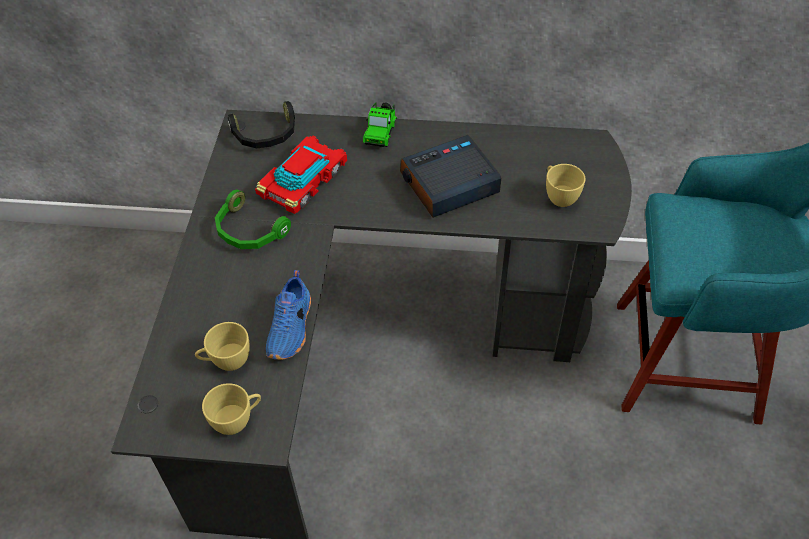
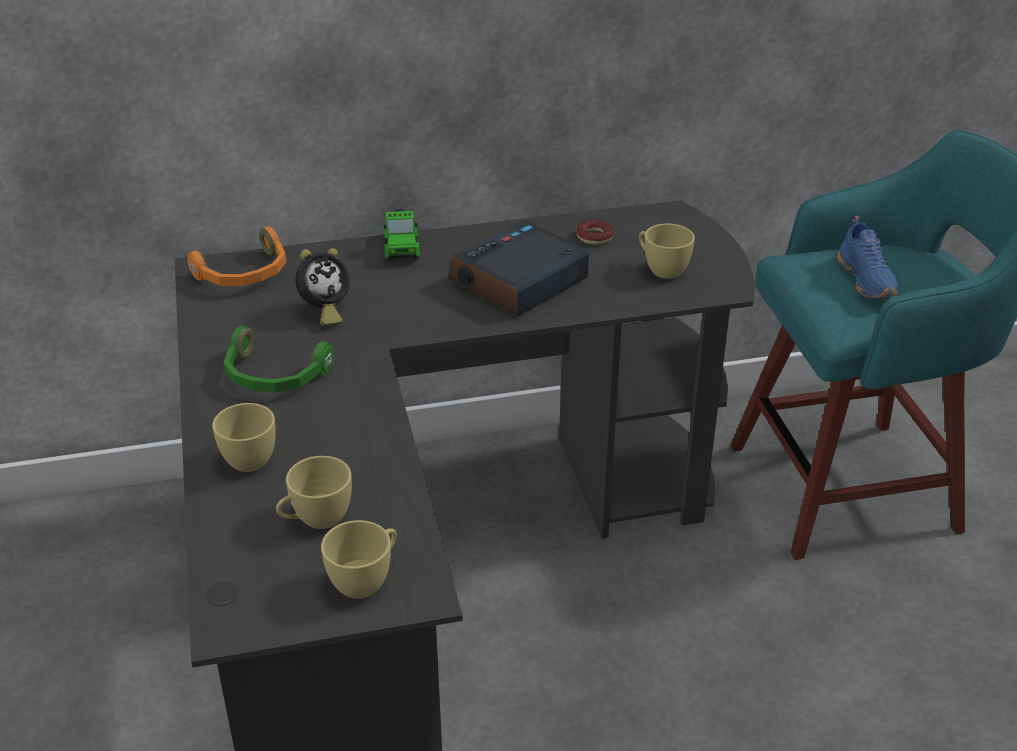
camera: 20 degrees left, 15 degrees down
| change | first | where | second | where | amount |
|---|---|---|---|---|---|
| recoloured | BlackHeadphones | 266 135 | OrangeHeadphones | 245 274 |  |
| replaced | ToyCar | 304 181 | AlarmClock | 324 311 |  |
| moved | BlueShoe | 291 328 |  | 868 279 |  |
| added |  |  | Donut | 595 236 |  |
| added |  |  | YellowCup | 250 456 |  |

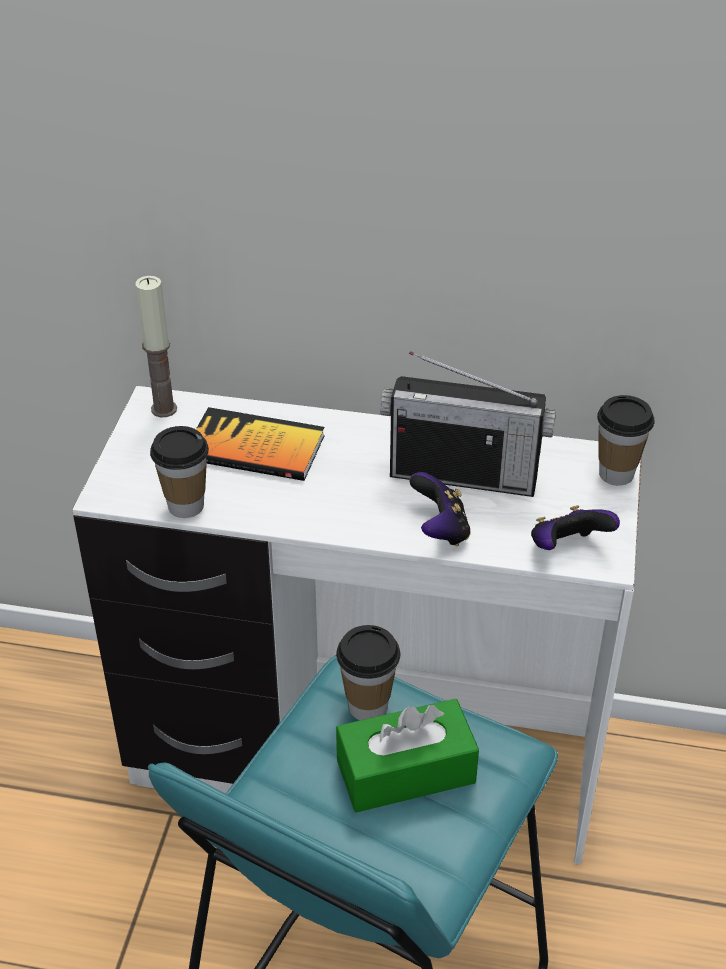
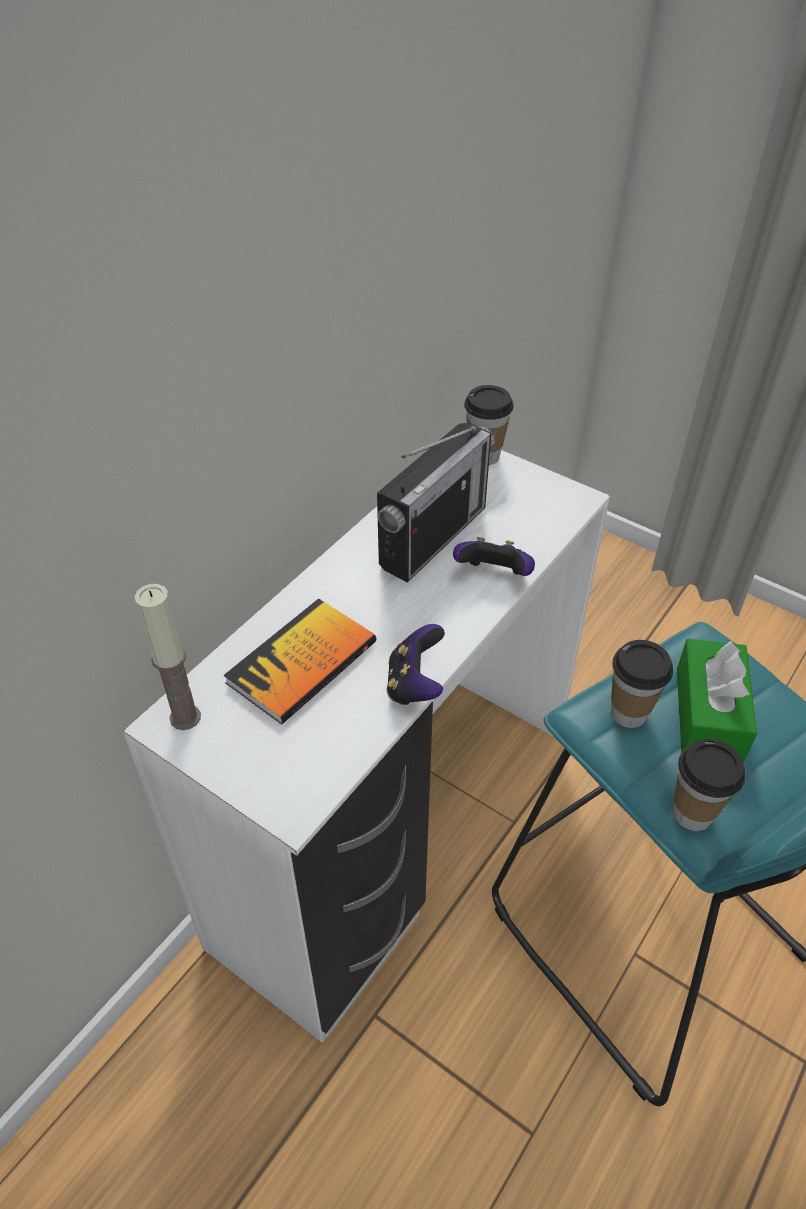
camera: 65 degrees left, 5 degrees up
| change | first | where | second | where | amount |
|---|---|---|---|---|---|
| moved | Cup | 186 506 |  | 692 814 |  |
| moved | GameController | 567 548 |  | 415 685 |  |

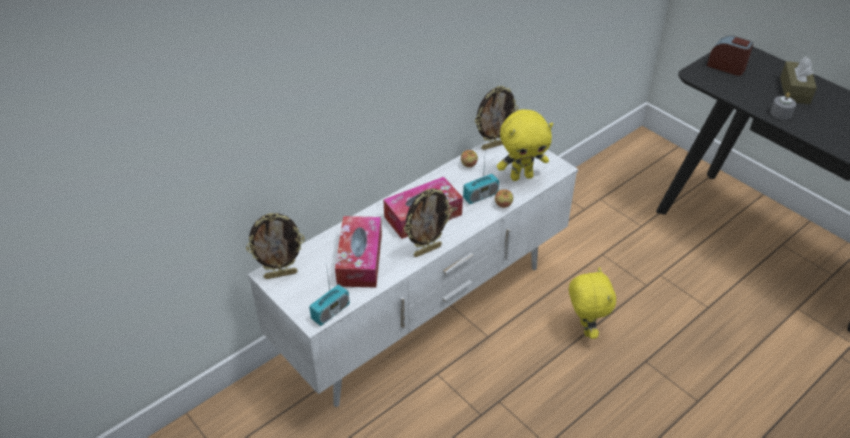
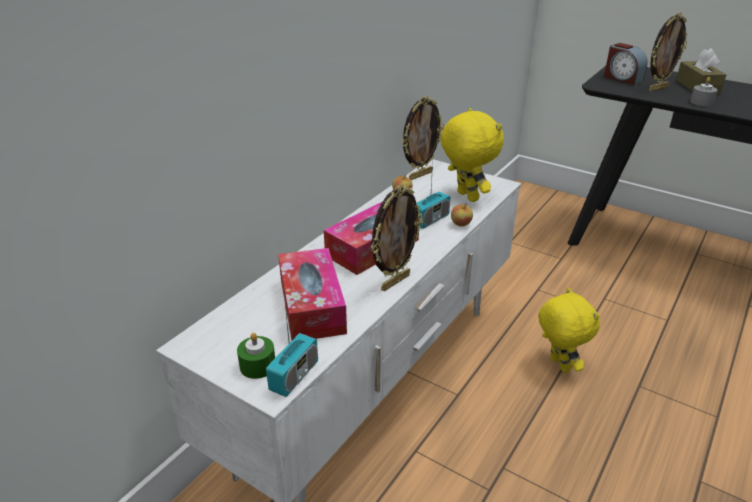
camera: 15 degrees left, 10 degrees down
| change | first | where | second | where | amount |
|---|---|---|---|---|---|
| turned | AlarmClock | 726 67 |  | 622 78 | 150 degrees counterclockwise |
| turned | YellowPlushToy | 521 176 |  | 465 196 | 90 degrees counterclockwise |
| moved | PictureFrame | 281 274 |  | 657 88 |  |
| added |  |  | GreenCandle | 257 365 |  |

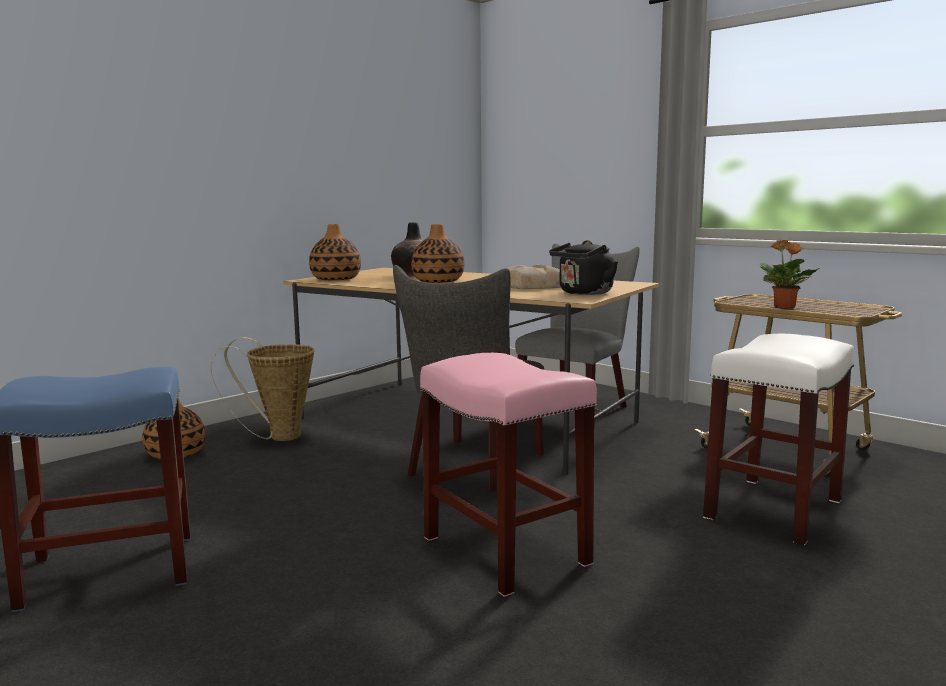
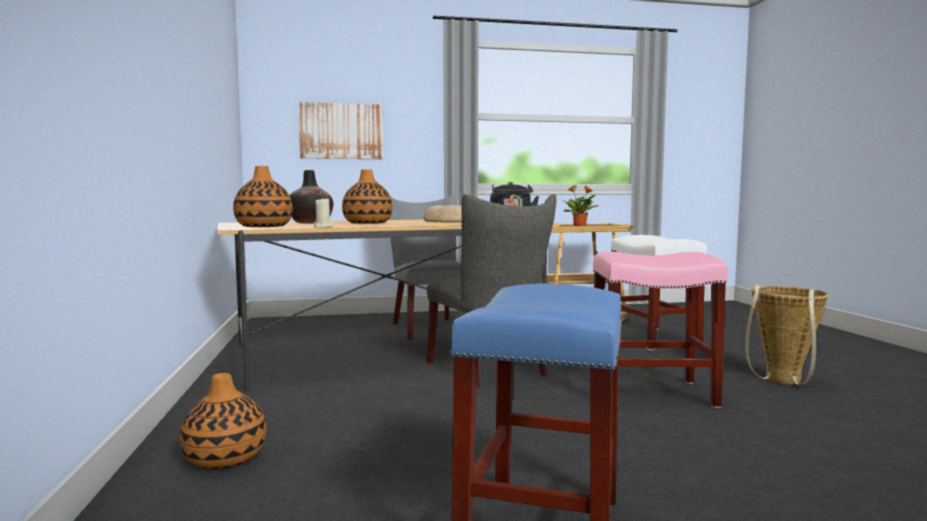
camera: 55 degrees left, 5 degrees down
| change | first | where | second | where | amount |
|---|---|---|---|---|---|
| moved | Basket | 277 436 |  | 781 382 |  |
| added |  |  | Picture | 341 131 |  |
| added |  |  | BeigeCandle | 323 227 |  |

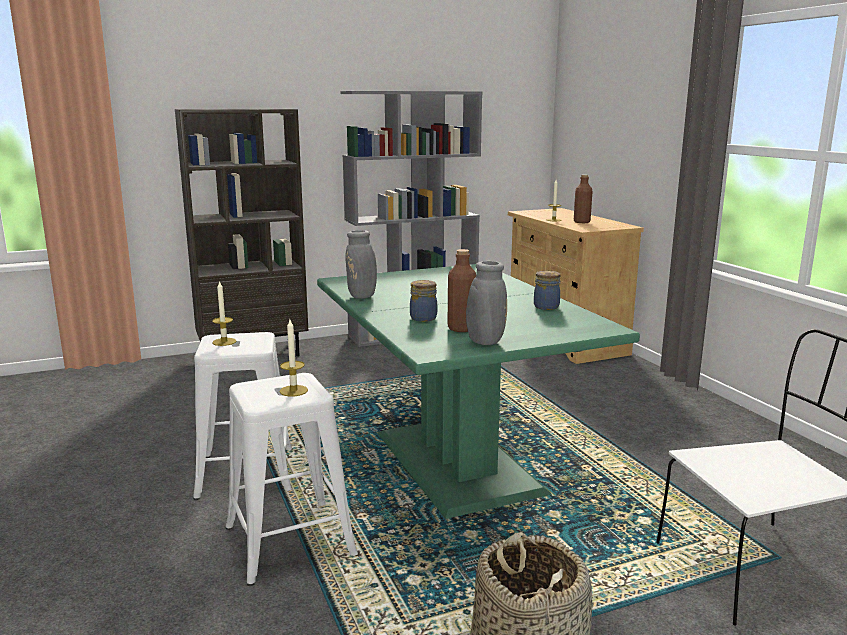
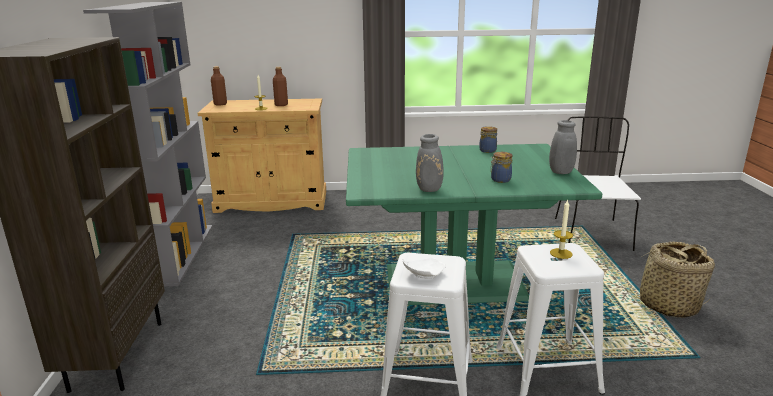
camera: 70 degrees left, 5 degrees up
| change | first | where | second | where | amount |
|---|---|---|---|---|---|
| moved | BrownBottle | 461 328 |  | 220 104 |  |
| replaced | Candle | 224 342 | WhitePlate | 423 274 |  |

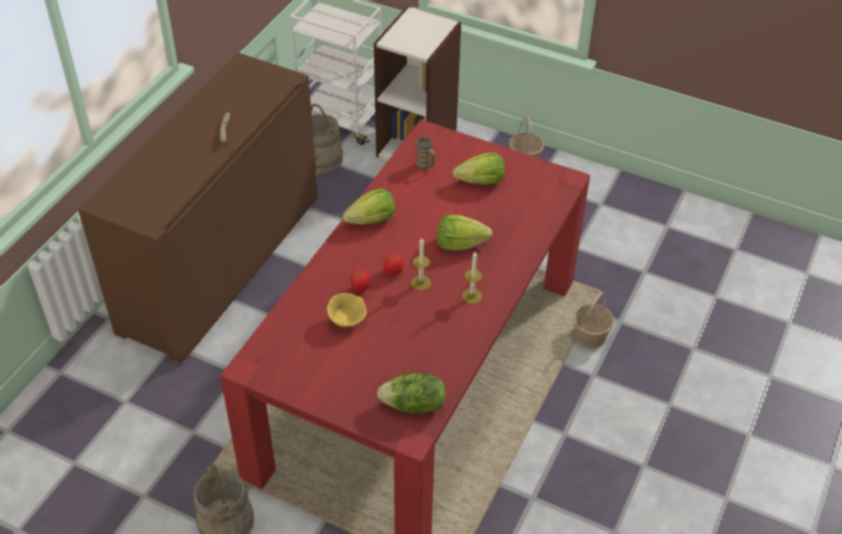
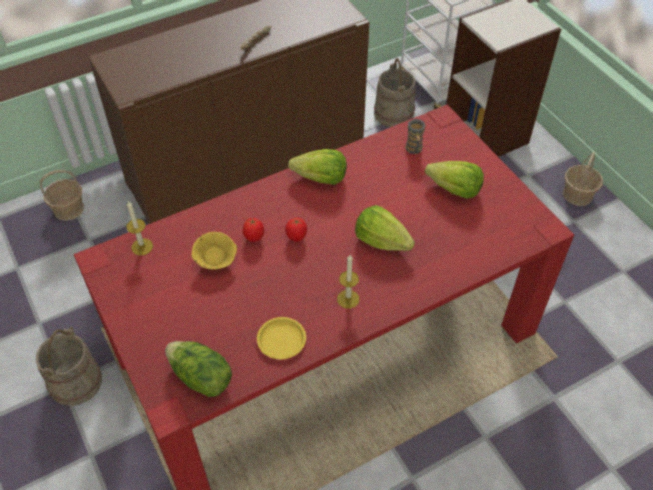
camera: 35 degrees right, 5 degrees up
| change | first | where | second | where | amount |
|---|---|---|---|---|---|
| moved | Candle | 421 282 |  | 142 246 |  |
| moved | Basket | 590 336 |  | 69 209 |  |
| added |  |  | YellowPlate | 281 340 |  |

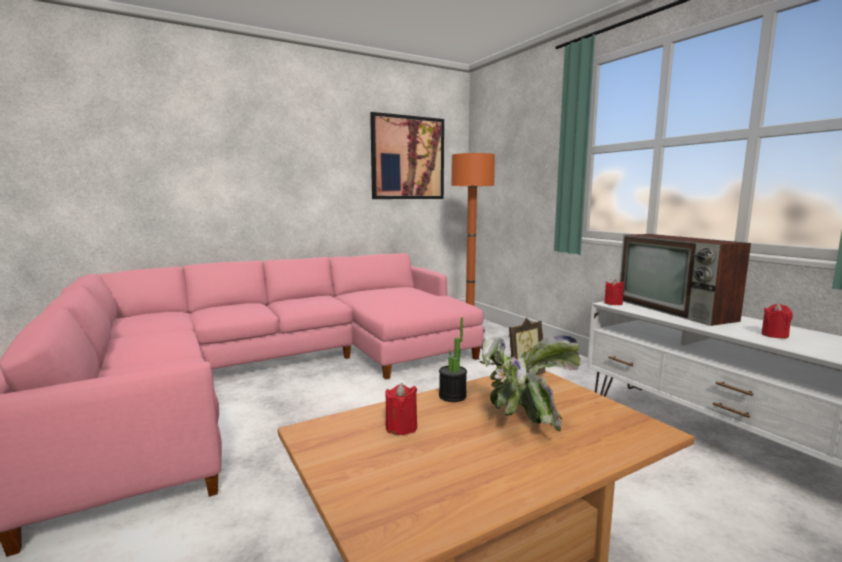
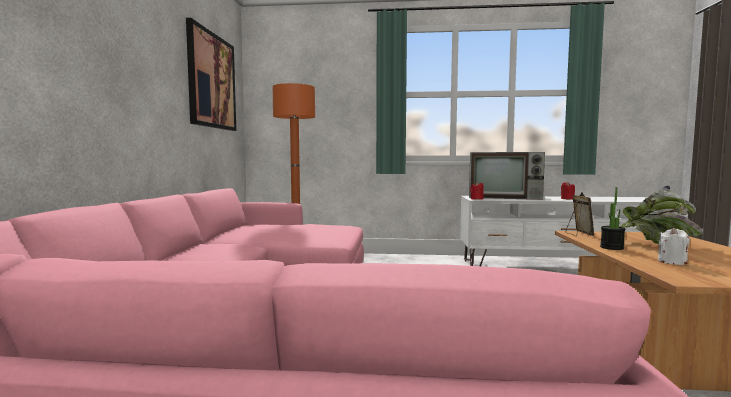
camera: 55 degrees left, 5 degrees down
| change | first | where | second | where | amount |
|---|---|---|---|---|---|
| recoloured | RedCandle | 401 427 | WhiteCandle | 672 262 |  |

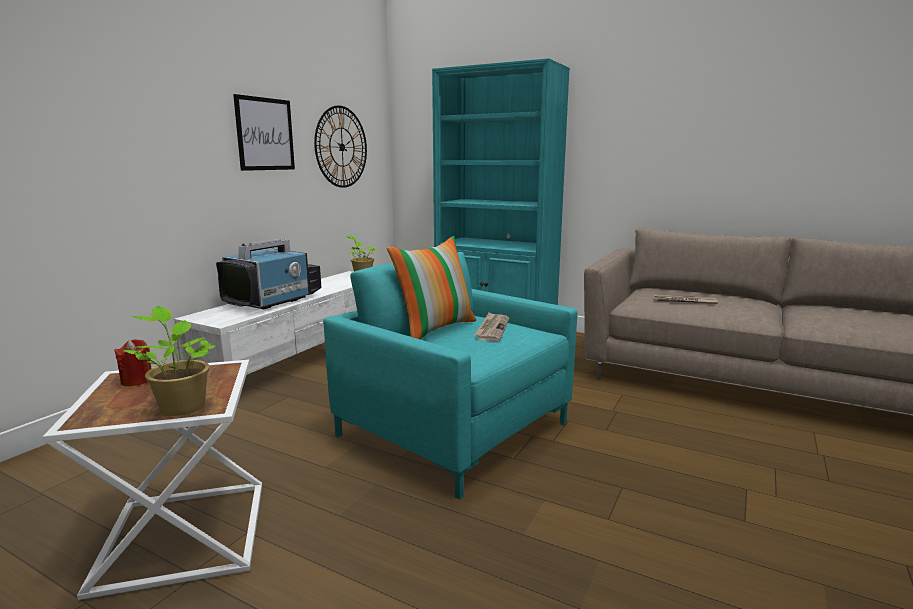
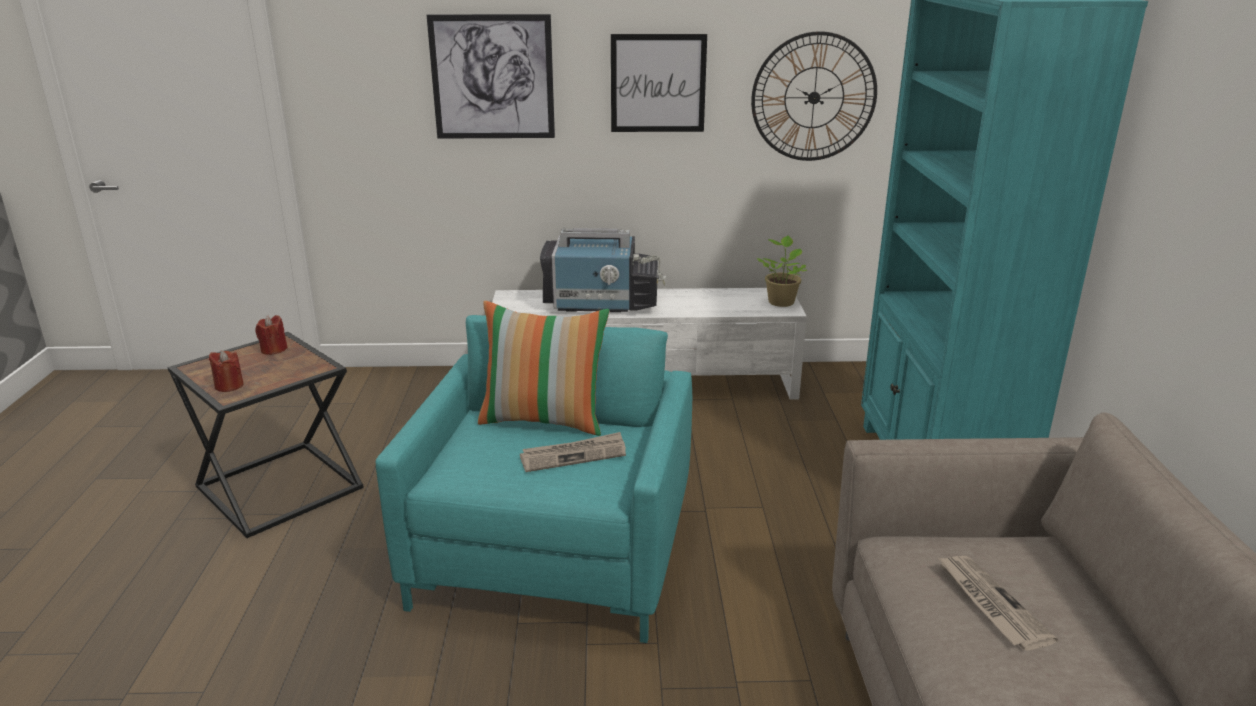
camera: 60 degrees right, 10 degrees up
| change | first | where | second | where | amount |
|---|---|---|---|---|---|
| replaced | PottedPlant | 181 406 | RedCandle | 229 386 |  |
| recoloured | WhiteSideTable | 181 534 | BlackSideTable | 281 486 |  |
| added |  |  | Picture | 492 77 |  |

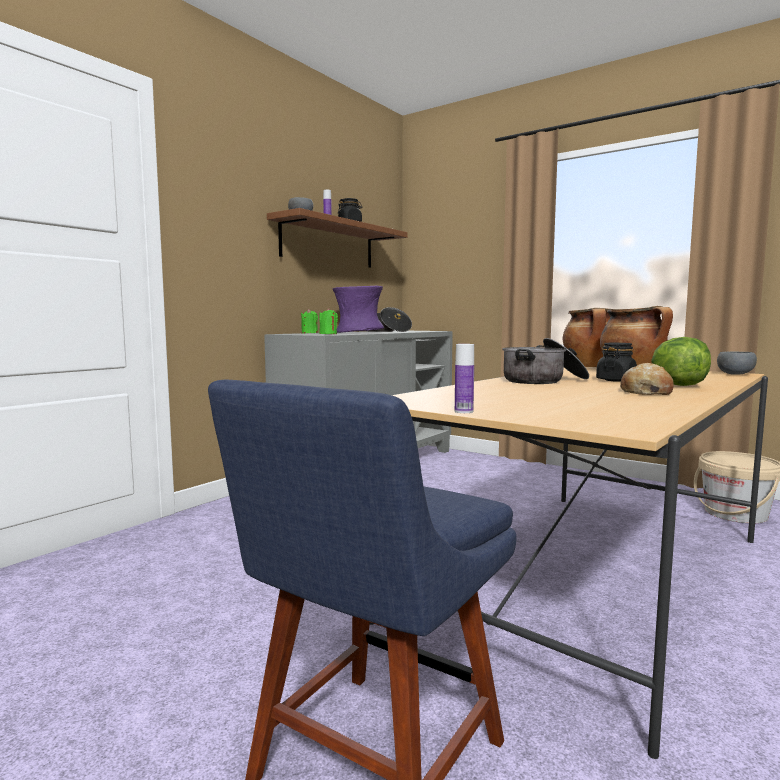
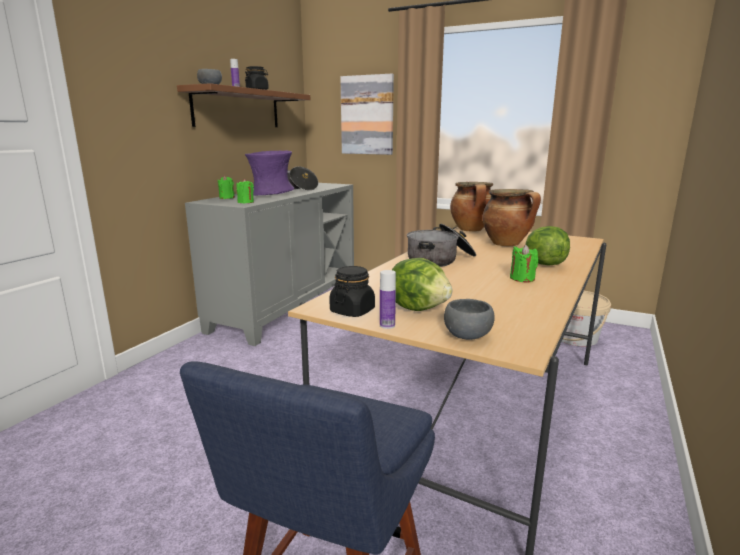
camera: 10 degrees left, 10 degrees up
| change | first | where | second | where | amount |
|---|---|---|---|---|---|
| moved | BlackJar | 616 380 |  | 352 311 |  |
| moved | GreyBowl | 735 374 |  | 468 335 |  |
| replaced | Bread | 645 392 | GreenCandle | 522 278 |  |
| added |  |  | Picture | 367 115 |  |
| added |  |  | Lettuce | 419 308 |  |

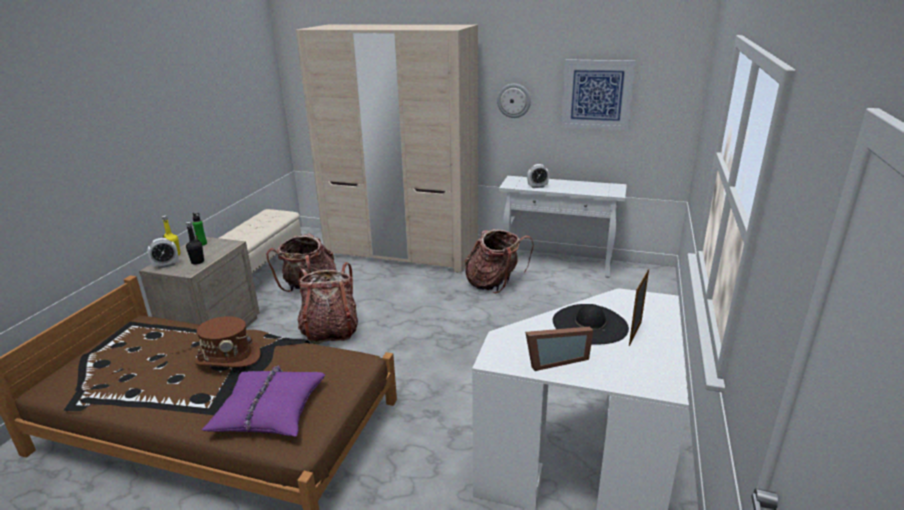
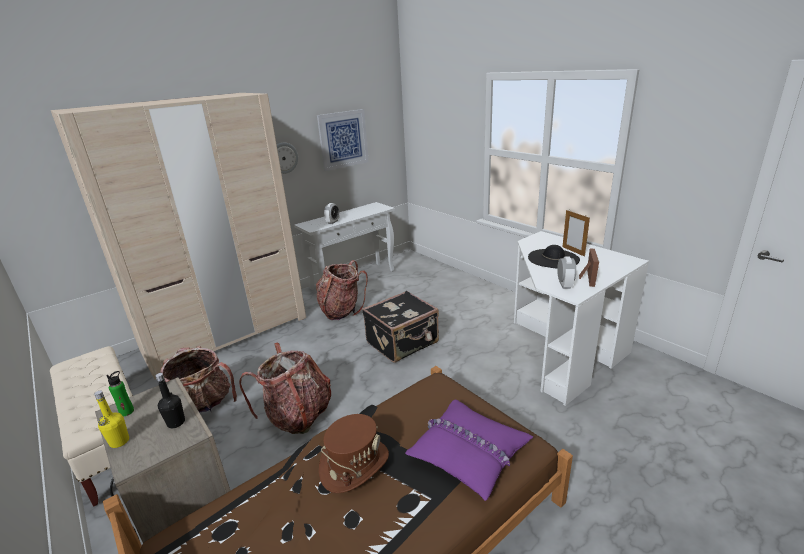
camera: 55 degrees left, 0 degrees up
| change | first | where | second | where | amount |
|---|---|---|---|---|---|
| moved | AlarmClock | 166 265 |  | 564 285 |  |
| added |  |  | BlackSuitcase | 403 343 |  |

